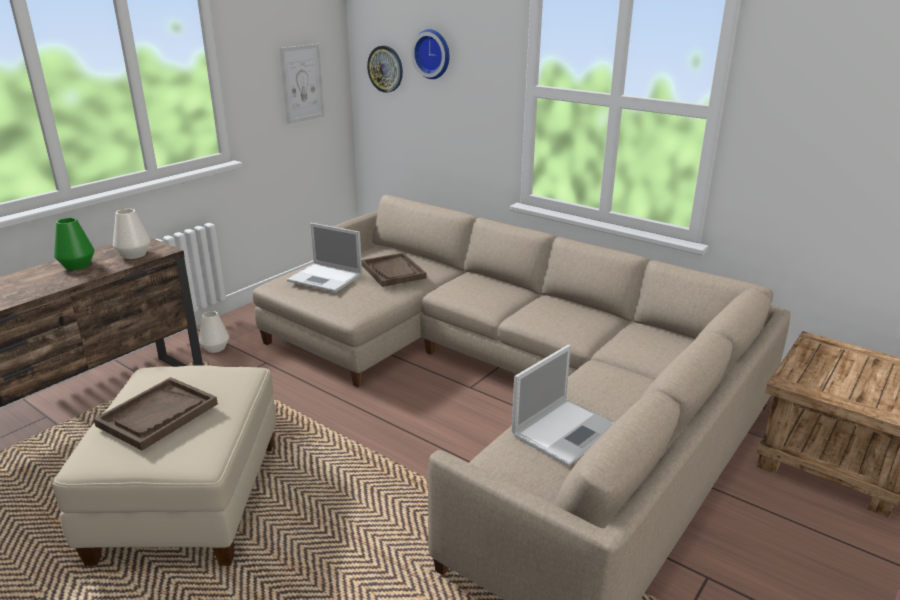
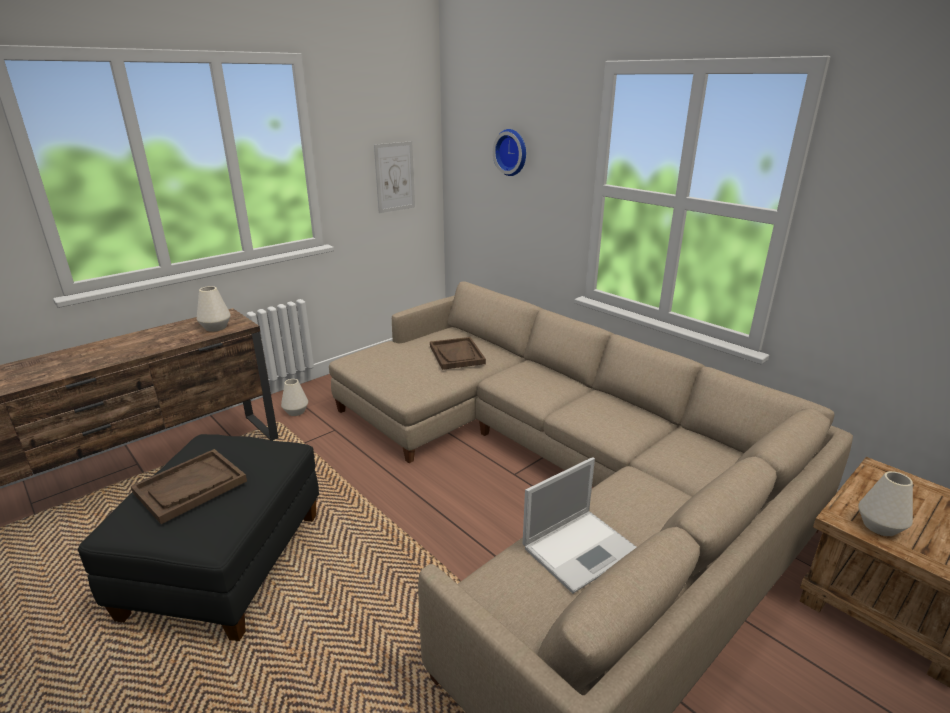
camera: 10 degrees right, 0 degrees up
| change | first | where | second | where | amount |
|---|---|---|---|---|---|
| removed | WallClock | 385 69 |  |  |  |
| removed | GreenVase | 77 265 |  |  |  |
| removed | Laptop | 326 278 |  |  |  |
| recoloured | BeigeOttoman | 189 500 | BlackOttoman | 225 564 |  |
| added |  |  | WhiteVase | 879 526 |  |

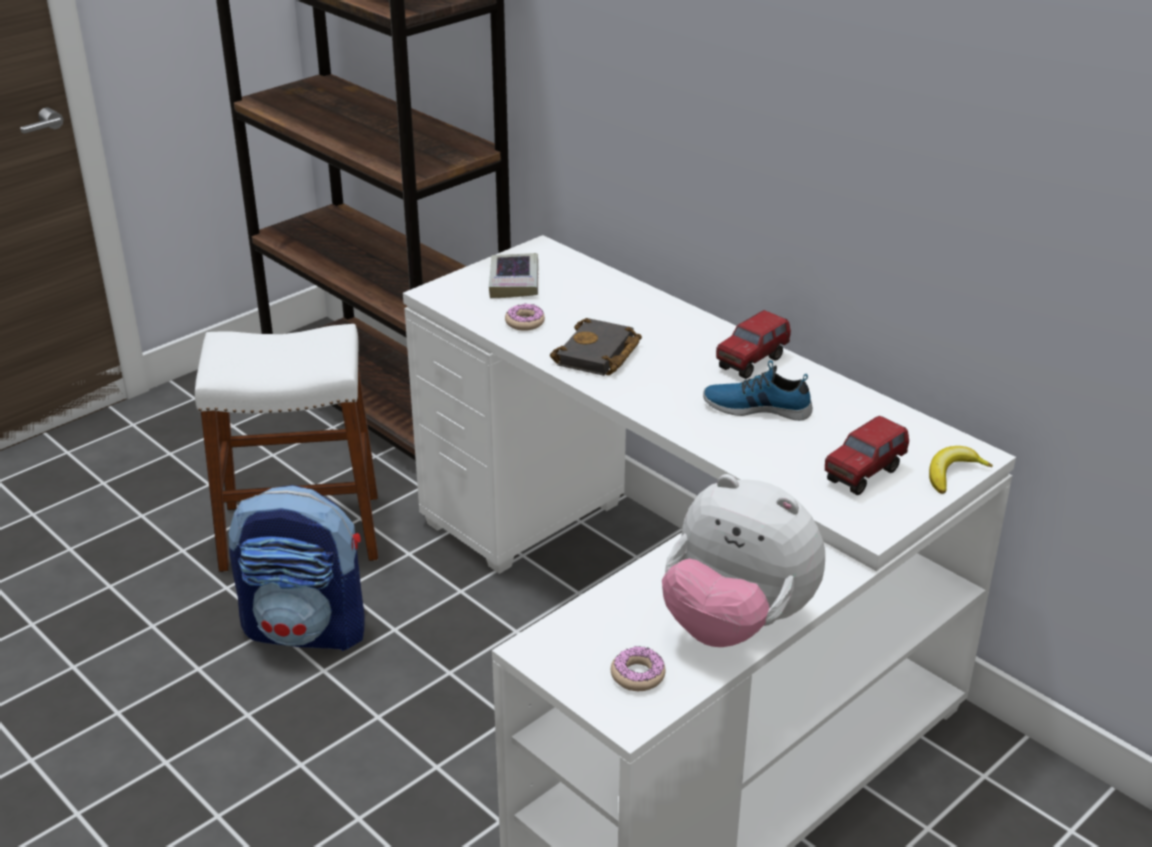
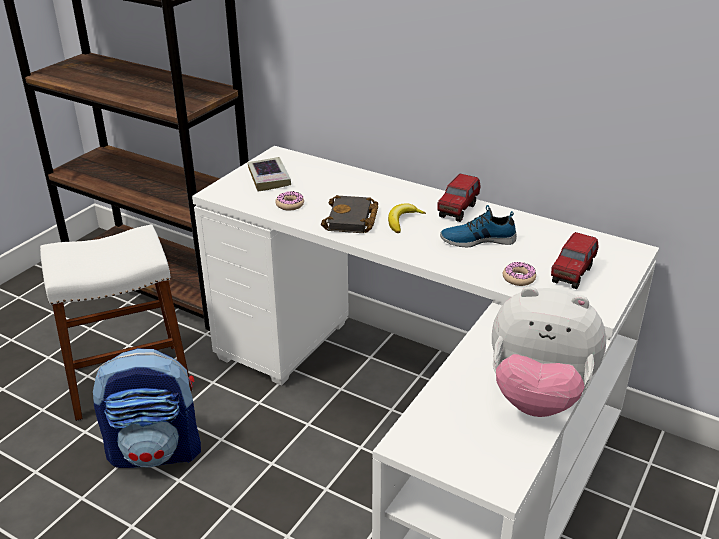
camera: 15 degrees left, 0 degrees up
| change | first | where | second | where | amount |
|---|---|---|---|---|---|
| moved | Banana | 952 474 |  | 402 221 |  |
| moved | Donut | 637 675 |  | 518 278 |  |

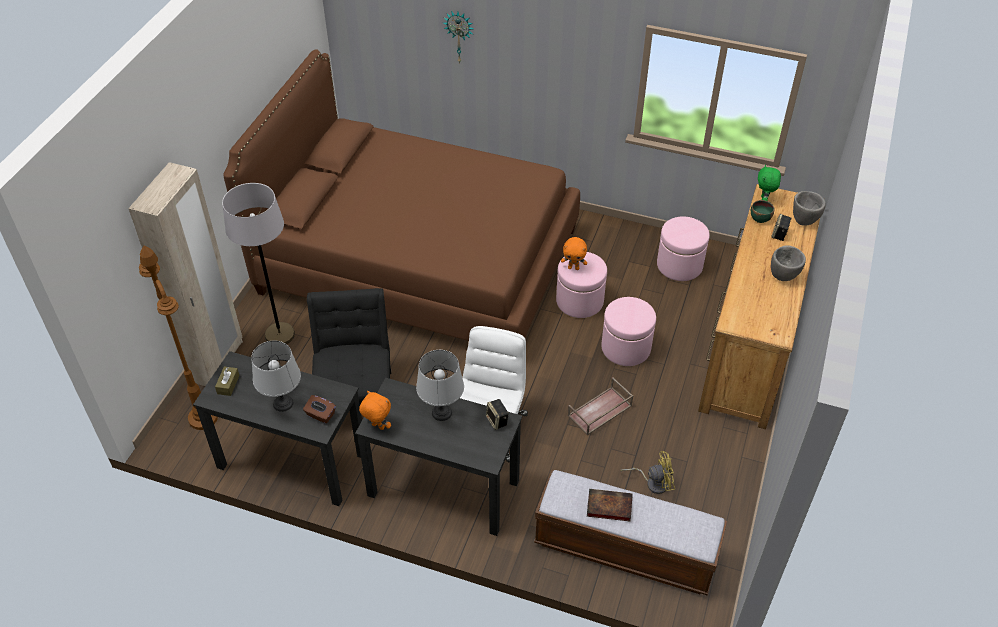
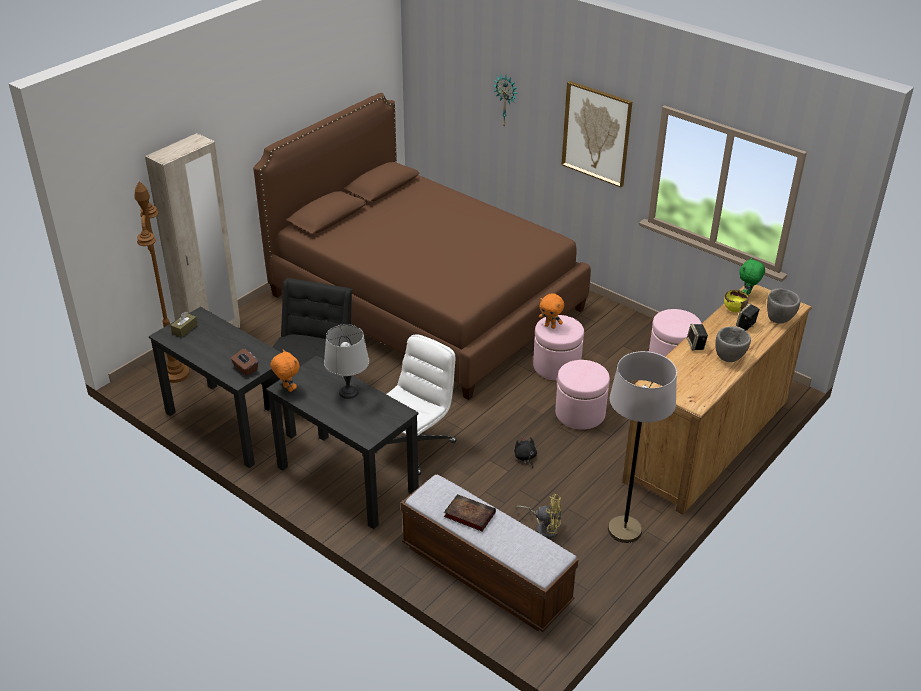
camera: 20 degrees right, 10 degrees down
| change | first | where | second | where | amount |
|---|---|---|---|---|---|
| moved | GreyFloorLamp | 280 335 |  | 624 530 |  |
| recoloured | GreenBowl | 760 218 | YellowBowl | 734 308 |  |
| removed | GreyTableLamp | 283 404 |  |  |  |
| replaced | BrownTray | 599 411 | BlackPlushToy | 525 457 |  |
| moved | Speaker | 497 421 |  | 696 345 |  |
| added |  |  | Picture | 596 133 |  |

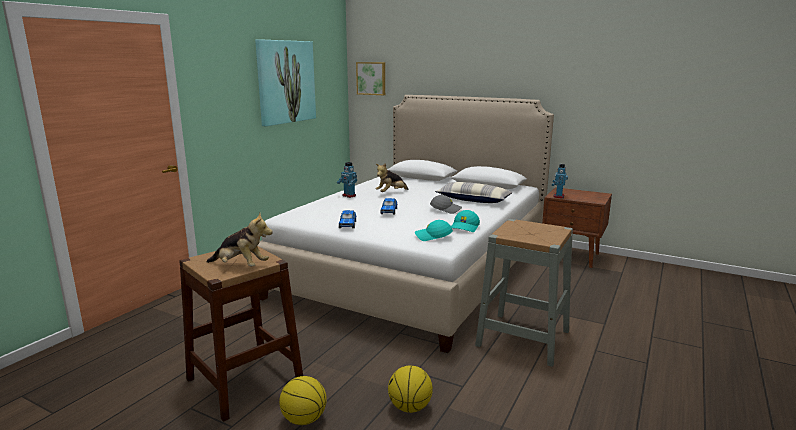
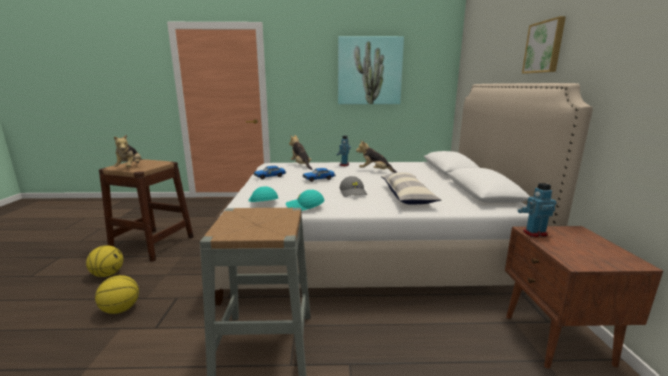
camera: 60 degrees right, 0 degrees up
| change | first | where | second | where | amount |
|---|---|---|---|---|---|
| moved | Picture | 371 78 |  | 544 47 |  |
| added |  |  | PlushToy | 301 165 |  |

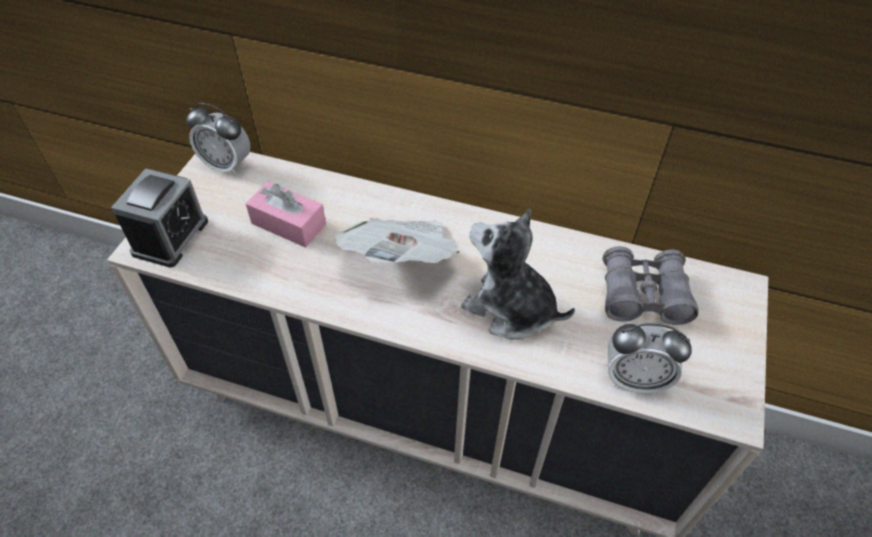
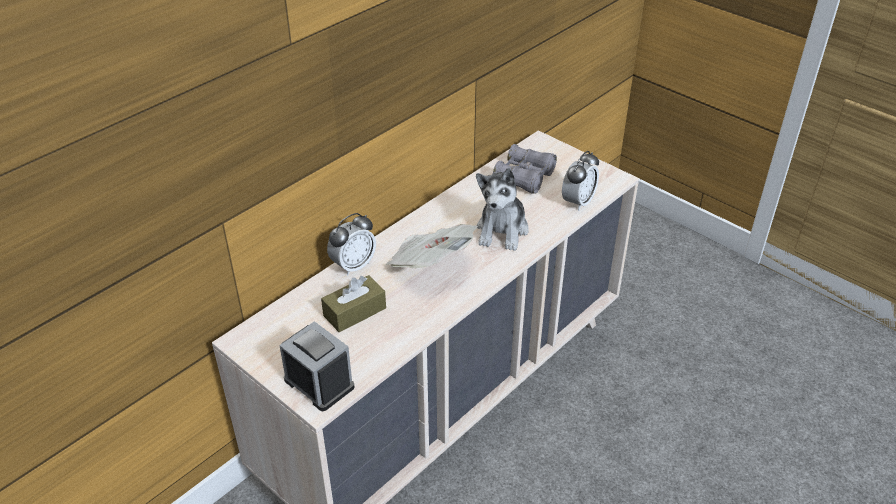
camera: 65 degrees left, 10 degrees down
| change | first | where | second | where | amount |
|---|---|---|---|---|---|
| moved | AlarmClock | 227 165 |  | 353 265 |  |
| recoloured | PinkTissueBox | 288 224 | BrownTissueBox | 354 312 |  |
| turned | PlushToy | 510 309 |  | 502 230 | 45 degrees counterclockwise |

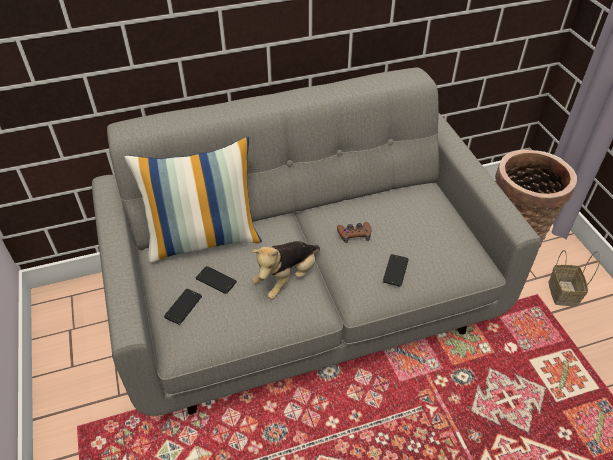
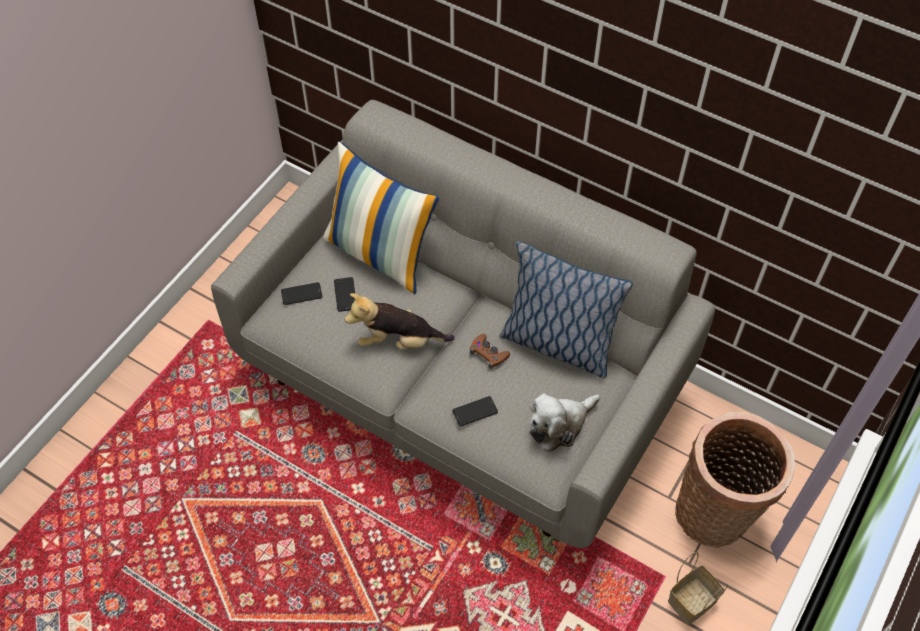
camera: 50 degrees right, 10 degrees up
| change | first | where | second | where | amount |
|---|---|---|---|---|---|
| added |  |  | Pillow | 557 343 |  |
| added |  |  | PlushToy | 560 425 |  |

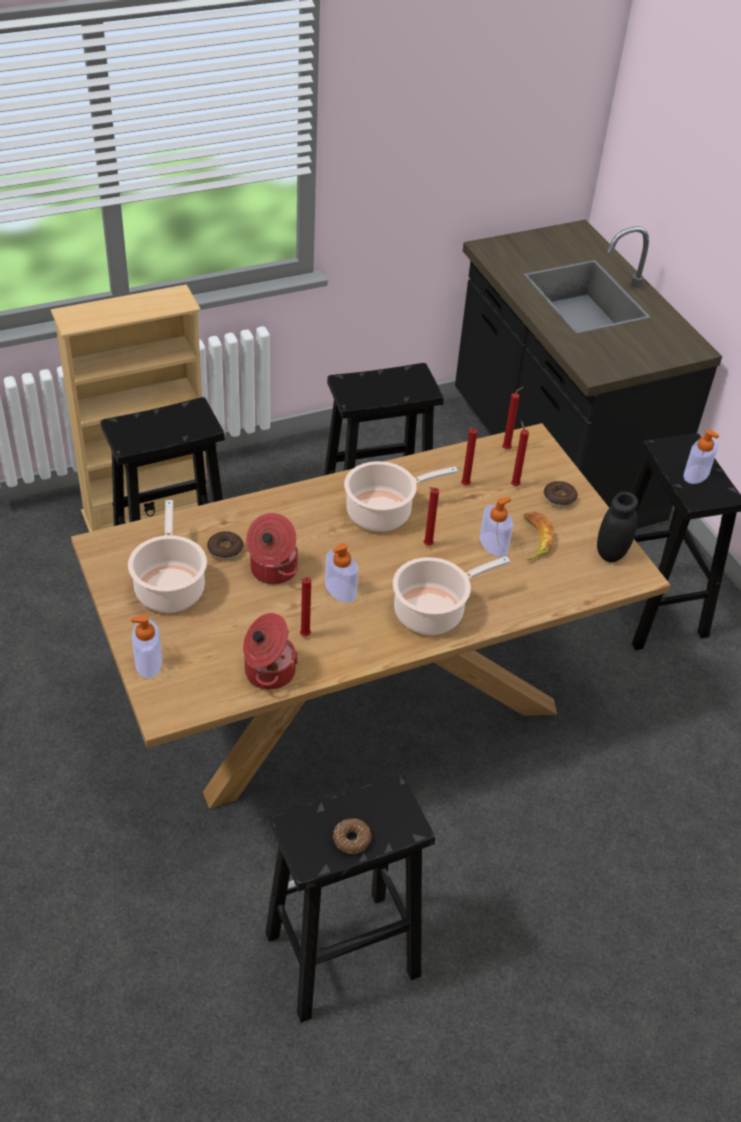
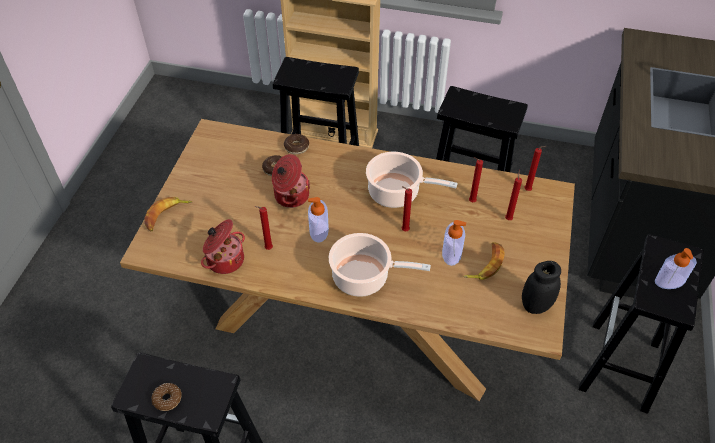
camera: 40 degrees right, 5 degrees up
| change | first | where | second | where | amount |
|---|---|---|---|---|---|
| moved | Donut | 559 498 |  | 296 147 |  |
| removed | CookingPot | 170 587 |  |  |  |
| replaced | SoapDispenser | 148 662 | Banana | 166 215 |  |

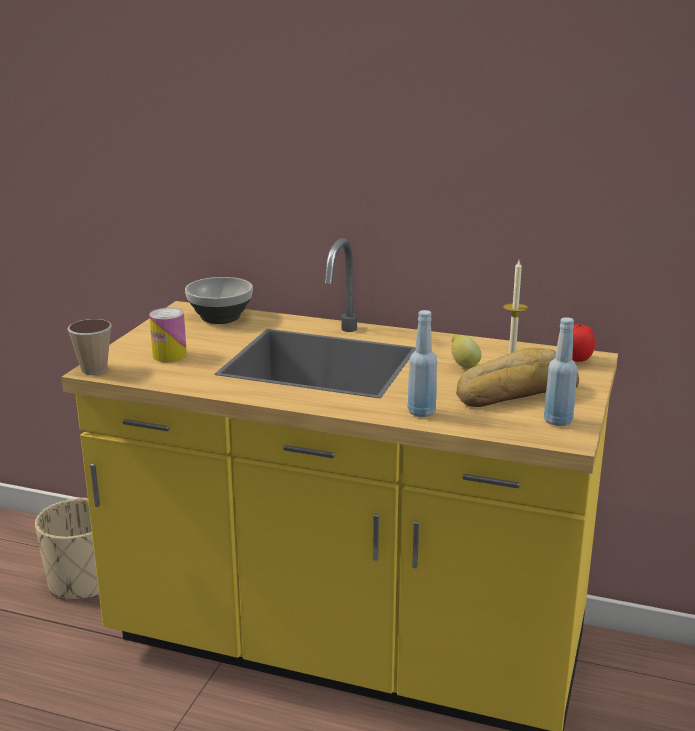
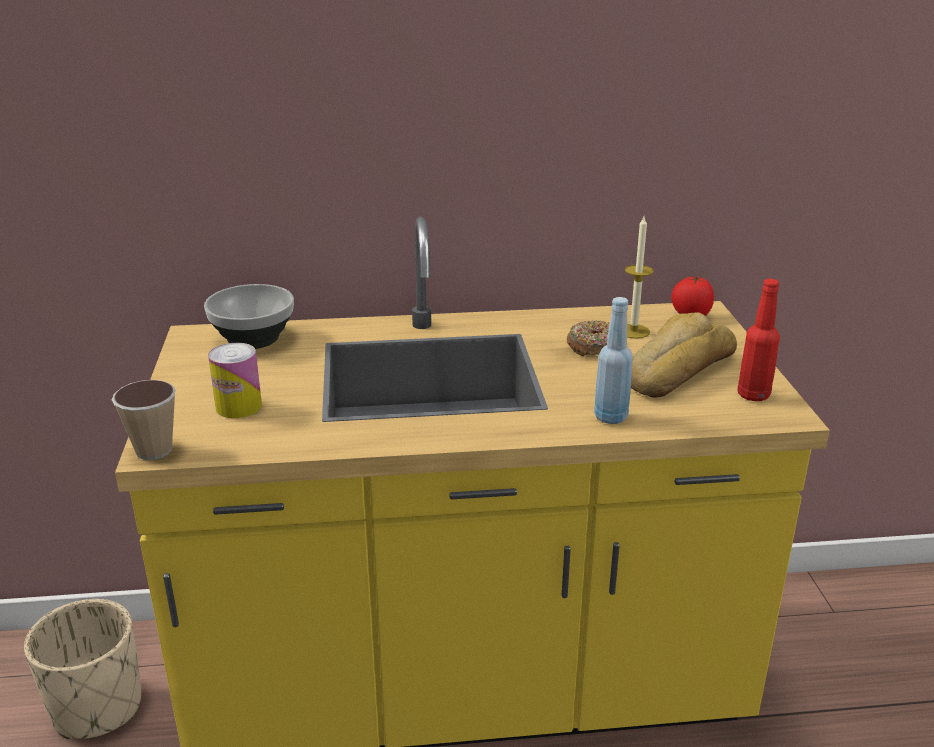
camera: 25 degrees left, 5 degrees up
| change | first | where | second | where | amount |
|---|---|---|---|---|---|
| recoloured | BlueBottle | 557 421 | RedBottle | 753 395 |  |
| replaced | Lemon | 464 366 | Donut | 592 347 |  |

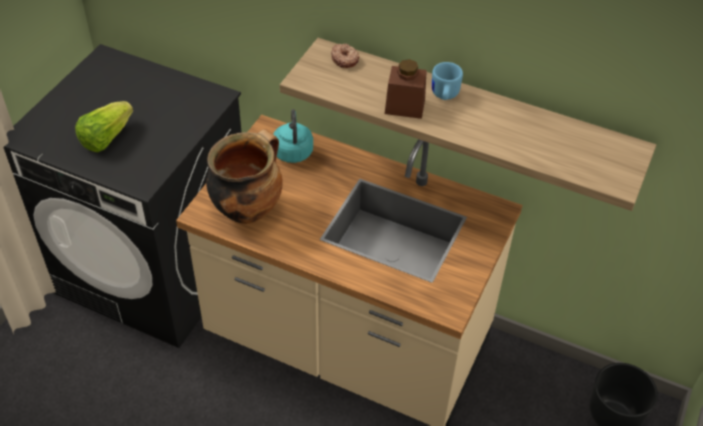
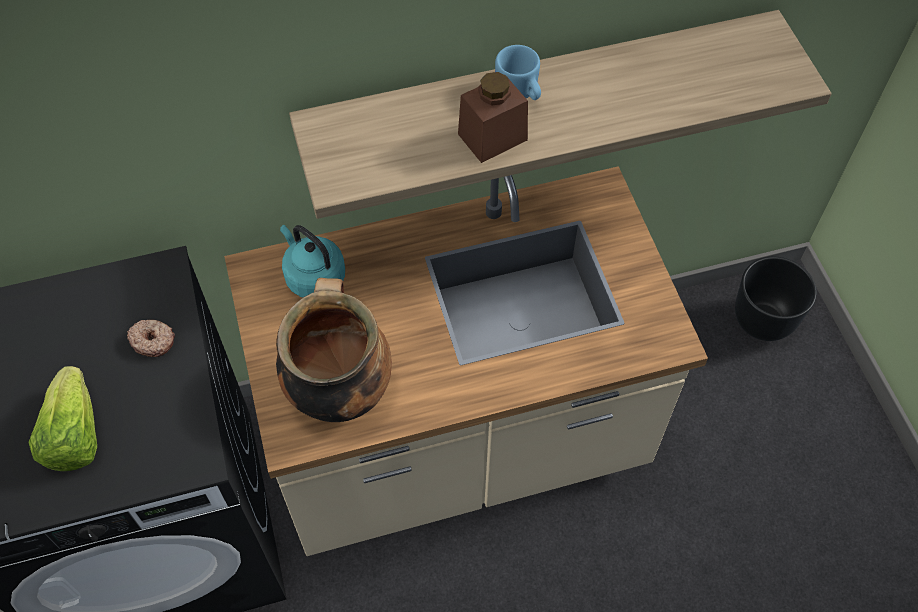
camera: 40 degrees left, 10 degrees up
| change | first | where | second | where | amount |
|---|---|---|---|---|---|
| moved | Donut | 345 59 |  | 153 341 |  |

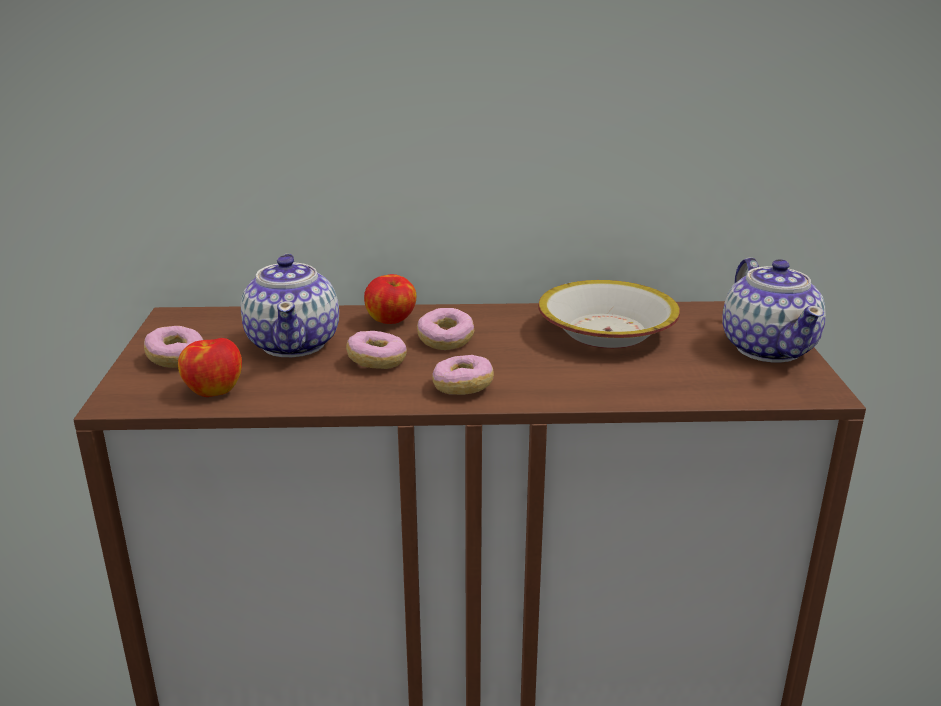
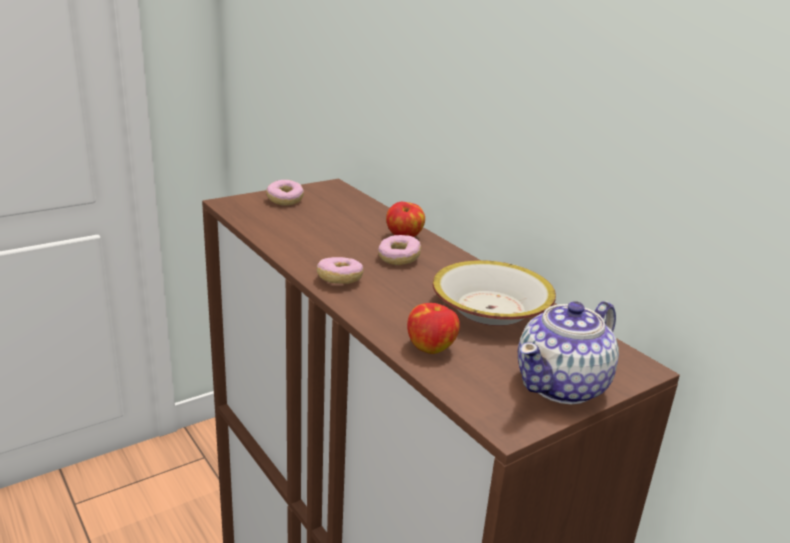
camera: 55 degrees right, 0 degrees up
| change | first | where | second | where | amount |
|---|---|---|---|---|---|
| removed | Teapot | 294 343 |  |  |  |
| removed | Donut | 377 362 |  |  |  |
| moved | Apple | 214 390 |  | 431 347 |  |

